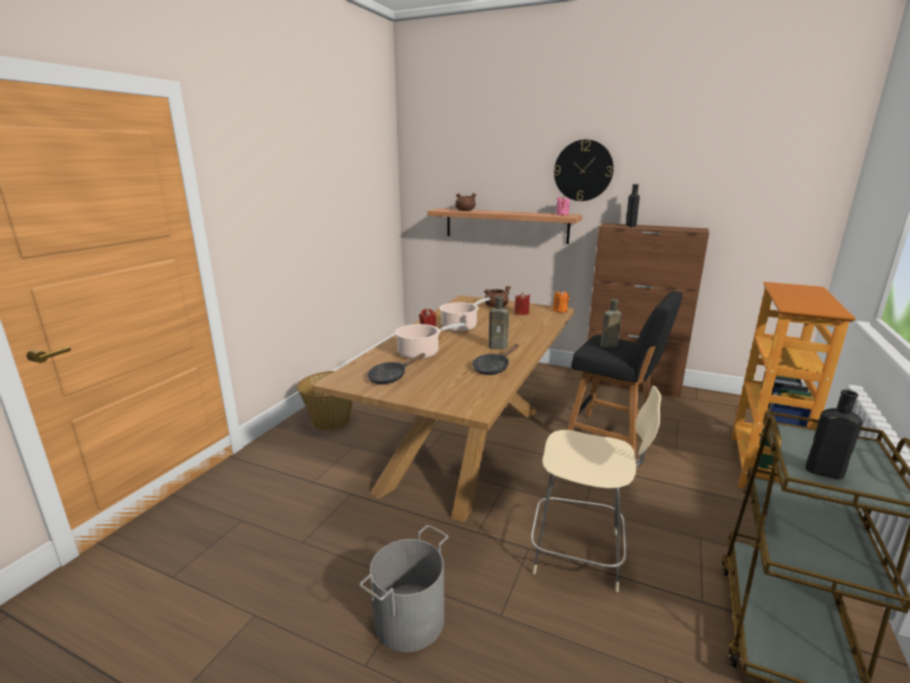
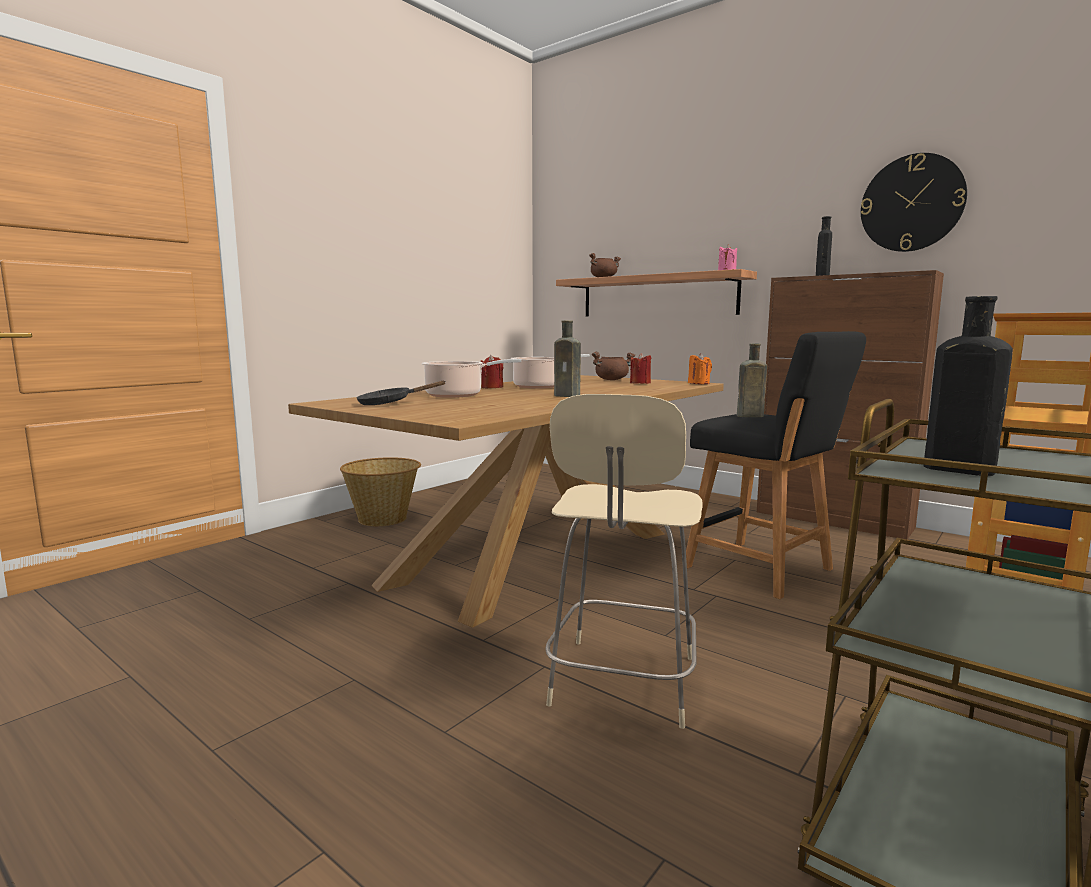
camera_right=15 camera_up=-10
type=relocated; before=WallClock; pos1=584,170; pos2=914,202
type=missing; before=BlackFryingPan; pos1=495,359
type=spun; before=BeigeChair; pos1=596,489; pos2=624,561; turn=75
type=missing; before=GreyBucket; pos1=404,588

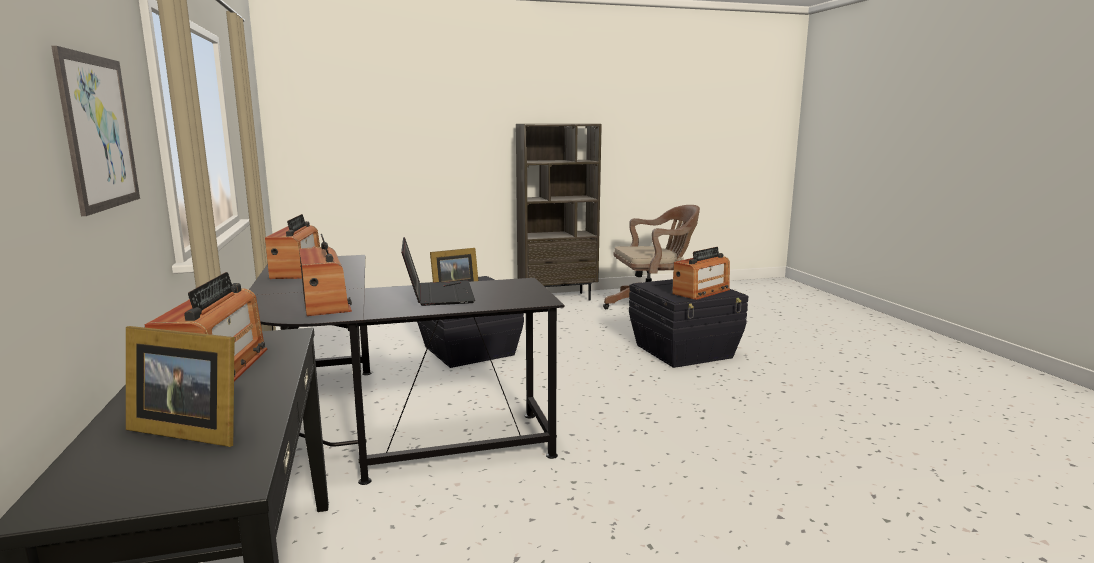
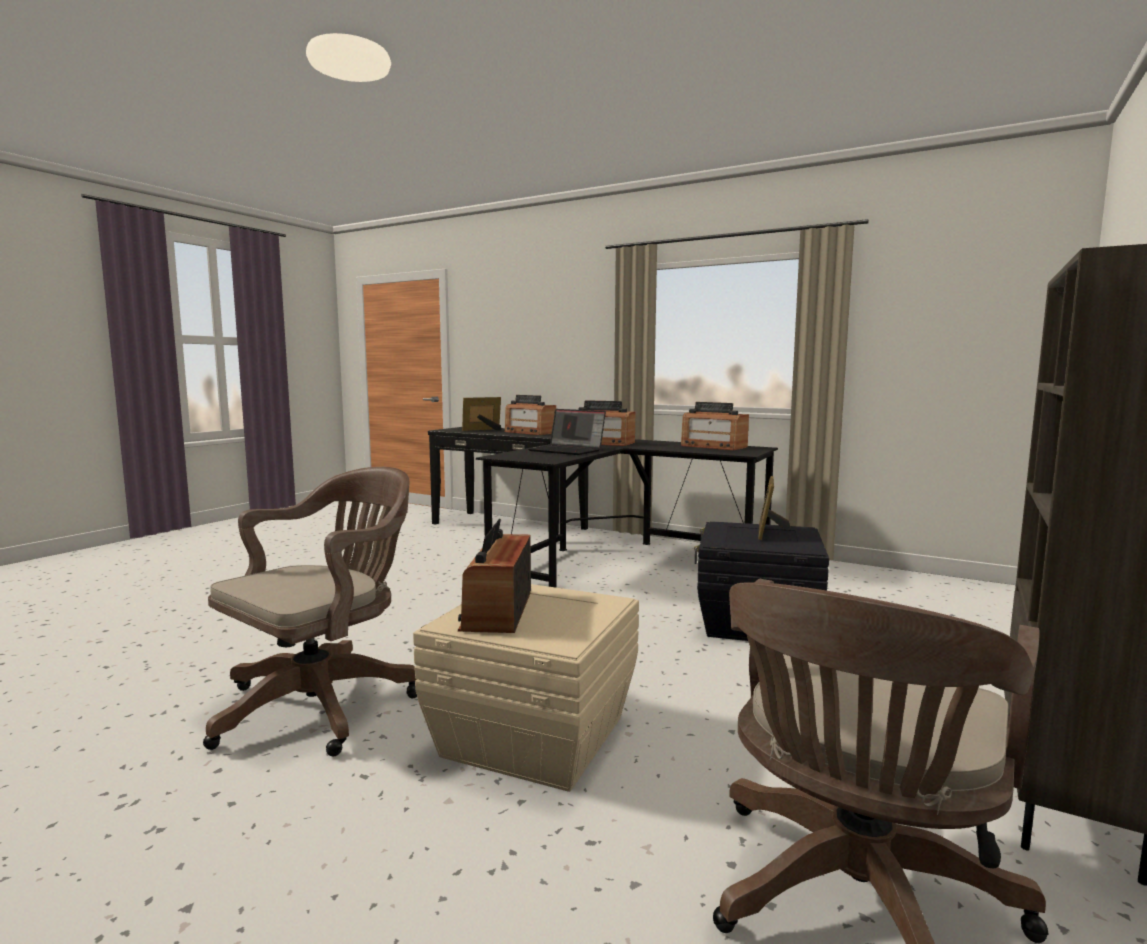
camera_right=135 camera_up=-5
type=missing; before=Picture; pos1=95,131
type=colour; before=BlackStorageBox; after=BeigeStorageBox; pos1=688,323; pos2=526,688
type=appeared; after=BrownOfficeChair; pos2=310,612

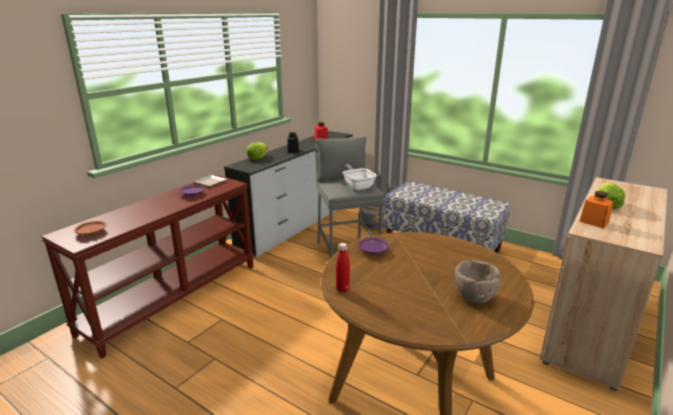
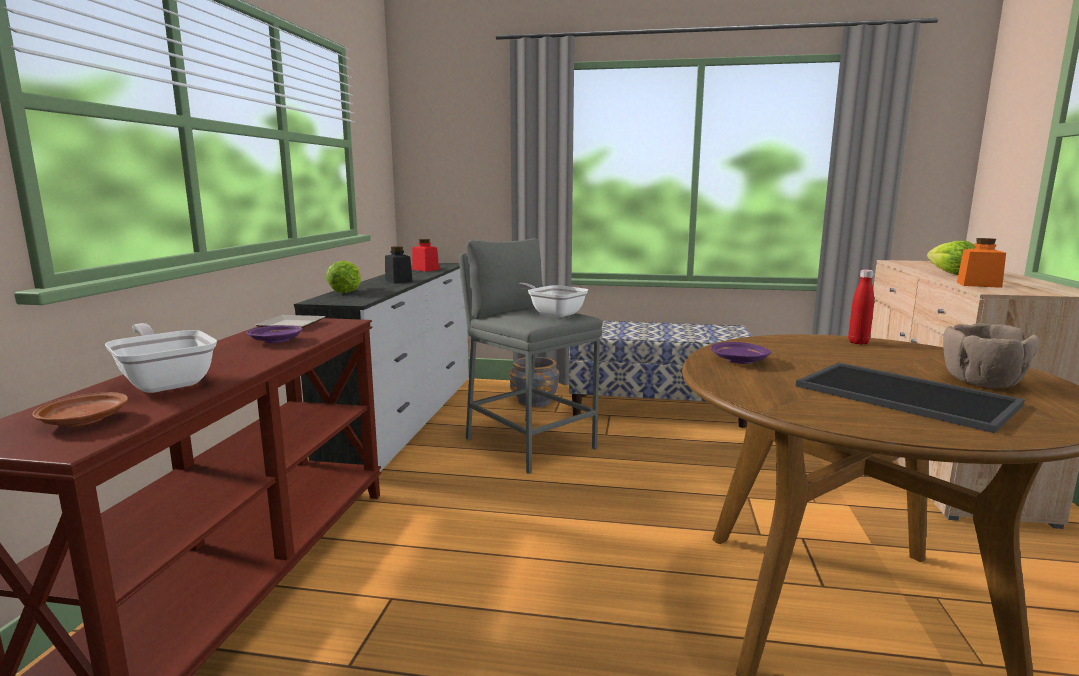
camera_right=-25 camera_up=-10
type=relocated; before=RedBottle; pos1=343,267; pos2=861,307
type=appeared; after=FryingPan; pos2=161,358
type=appeared; after=Tray; pos2=910,397

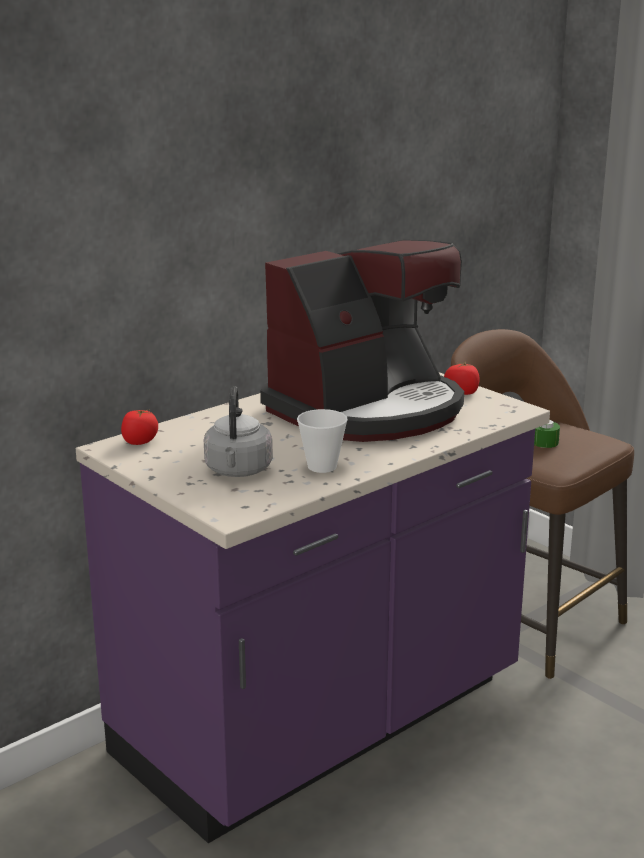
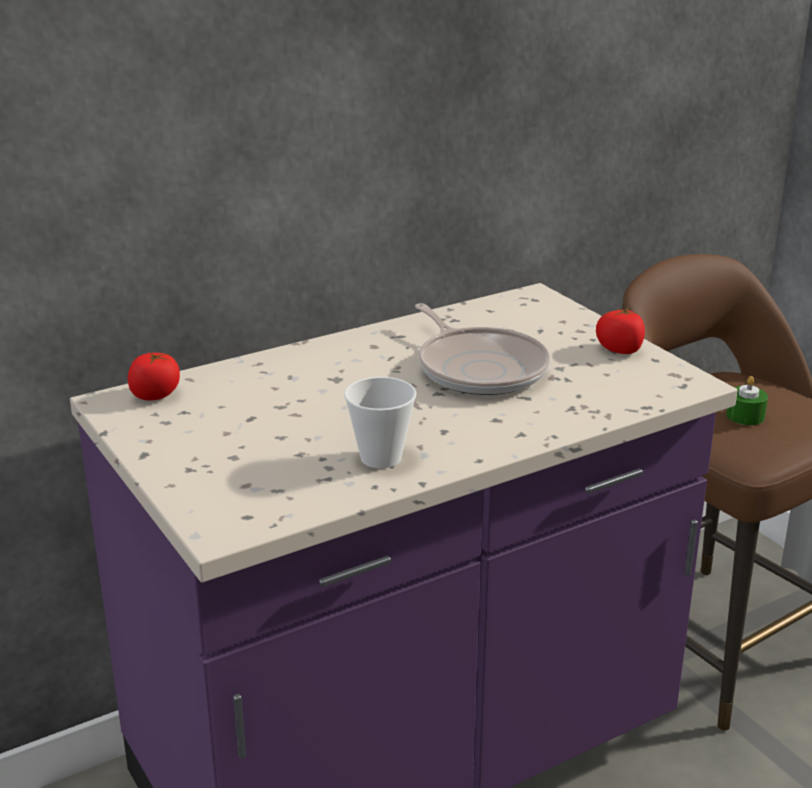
camera_right=10 camera_up=5
type=exchanged; before=CoffeeMachine; after=FryingPan; pos1=362,341; pos2=482,349
type=missing; before=GreyKettle; pos1=238,431

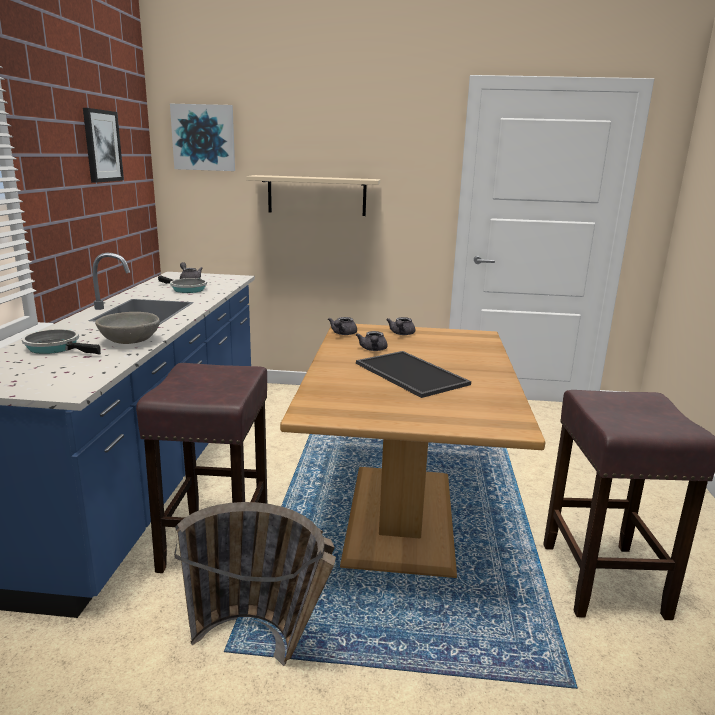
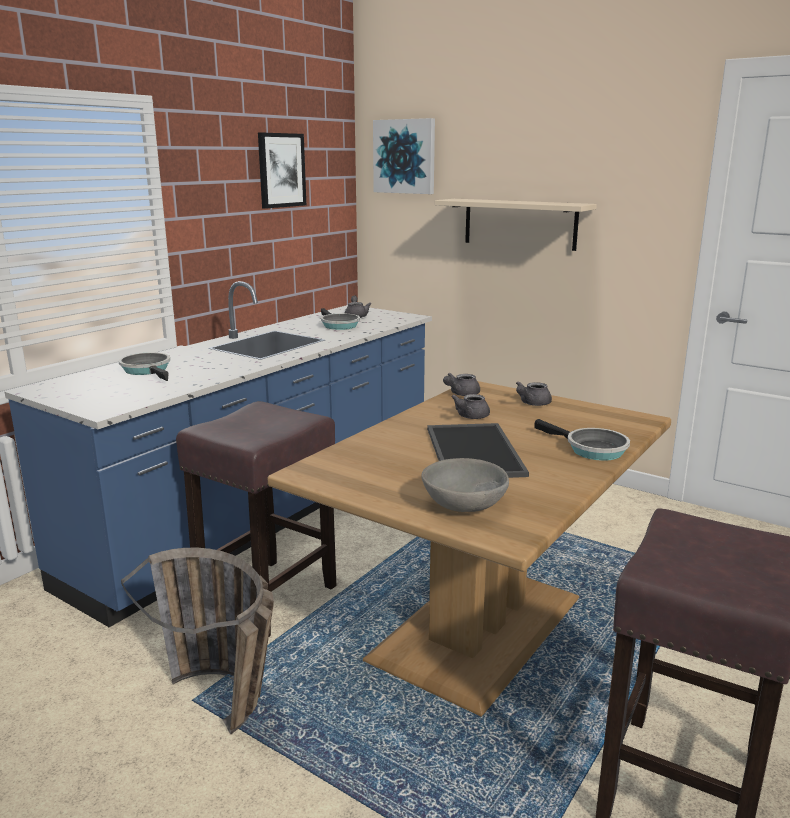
camera_right=30 camera_up=0
type=relocated; before=GreyBowl; pos1=127,328; pos2=465,485
type=appeared; after=FryingPan; pos2=582,440

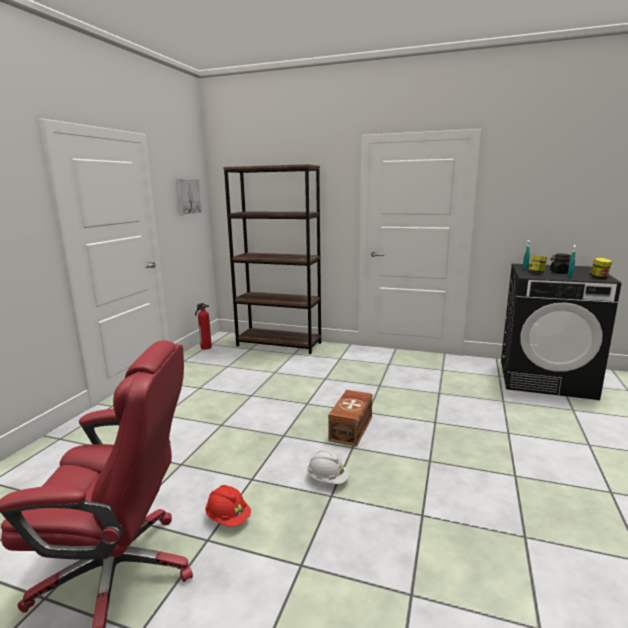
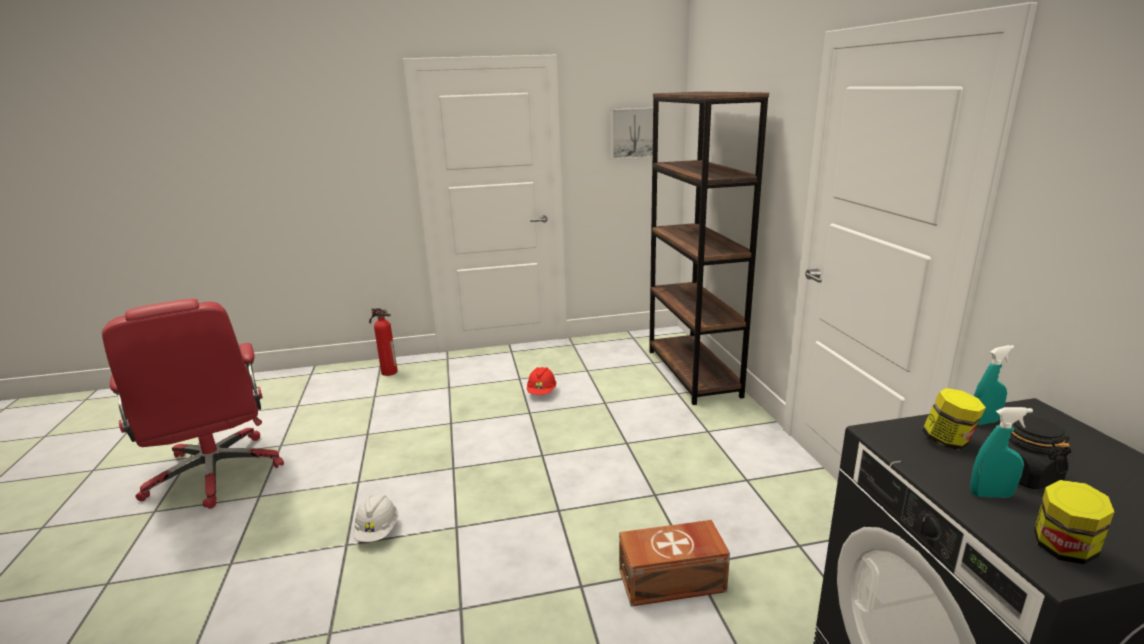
camera_right=60 camera_up=5
type=relocated; before=FireExtinguisher; pos1=203,326; pos2=383,342
type=relocated; before=BrownStorageBox; pos1=350,418; pos2=674,563
type=relocated; before=RedHardHat; pos1=228,506; pos2=541,381

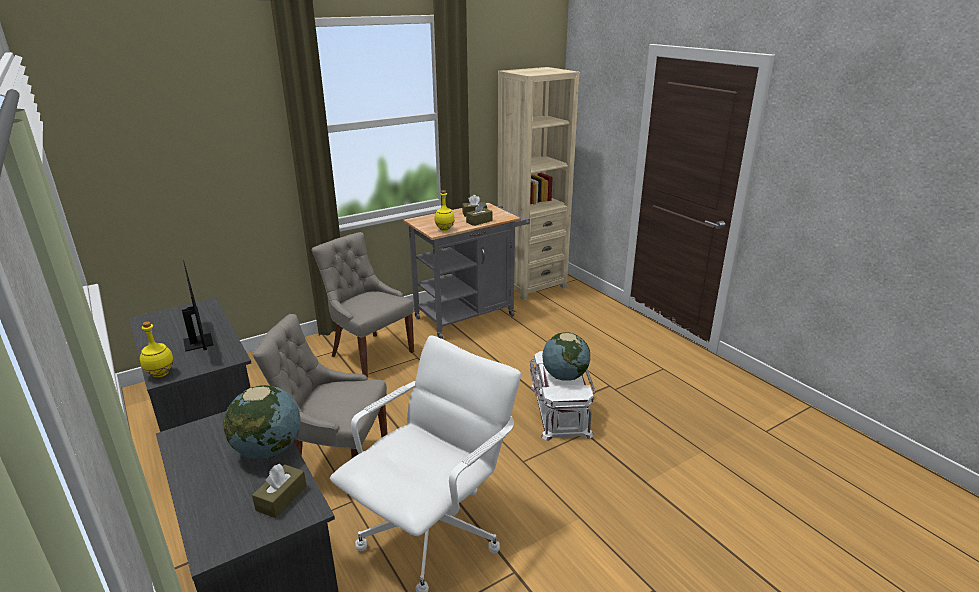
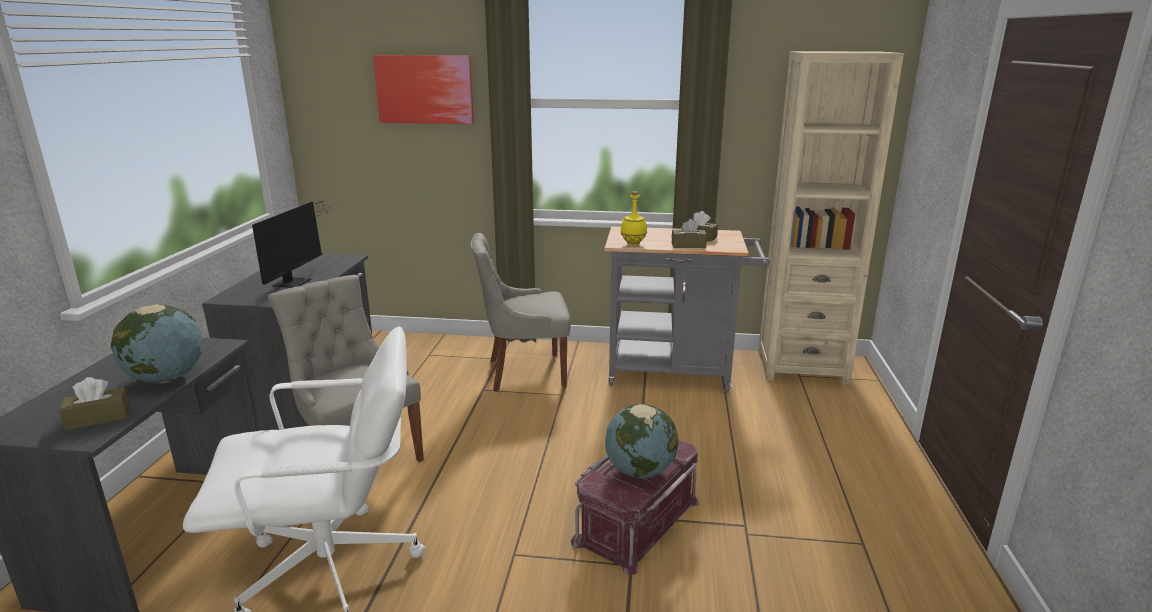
camera_right=40 camera_up=-5
type=spun; before=GreyChair; pos1=363,304; pos2=521,312; turn=-90
type=missing; before=YellowBottle; pos1=157,349
type=colour; before=WhiteStorageBox; after=RedStorageBox; pos1=562,396; pos2=635,507
type=appeared; after=Picture; pos2=423,89

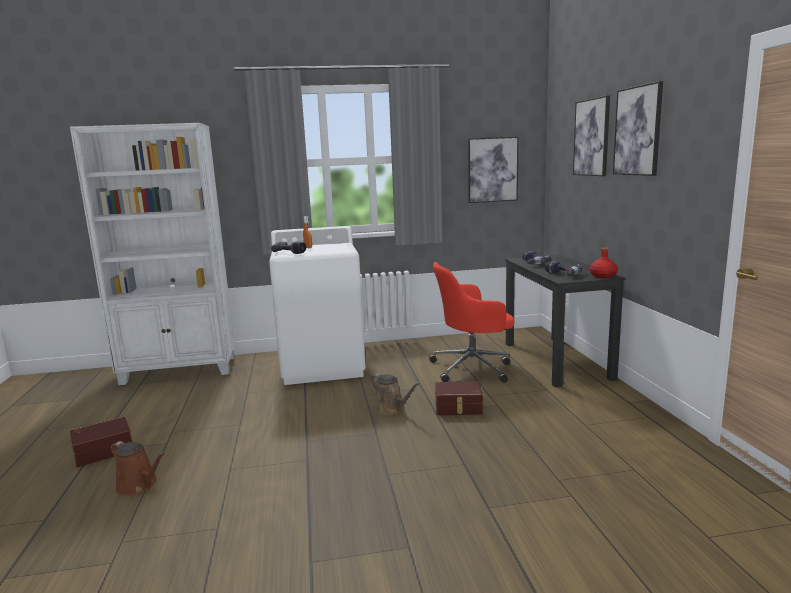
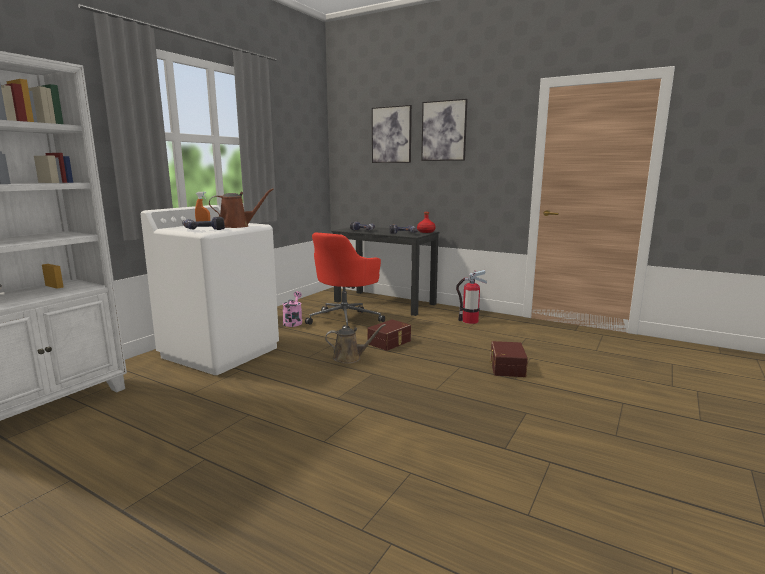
camera_right=-50 camera_up=0
type=missing; before=Picture; pos1=493,170
type=relocated; before=BrownStorageBox; pos1=101,442; pos2=509,359
type=relocated; before=BrownWateringCan; pos1=138,468; pos2=241,208
type=appeared; after=FireExtinguisher; pos2=471,297
type=appeared; after=PinkWateringCan; pos2=292,309

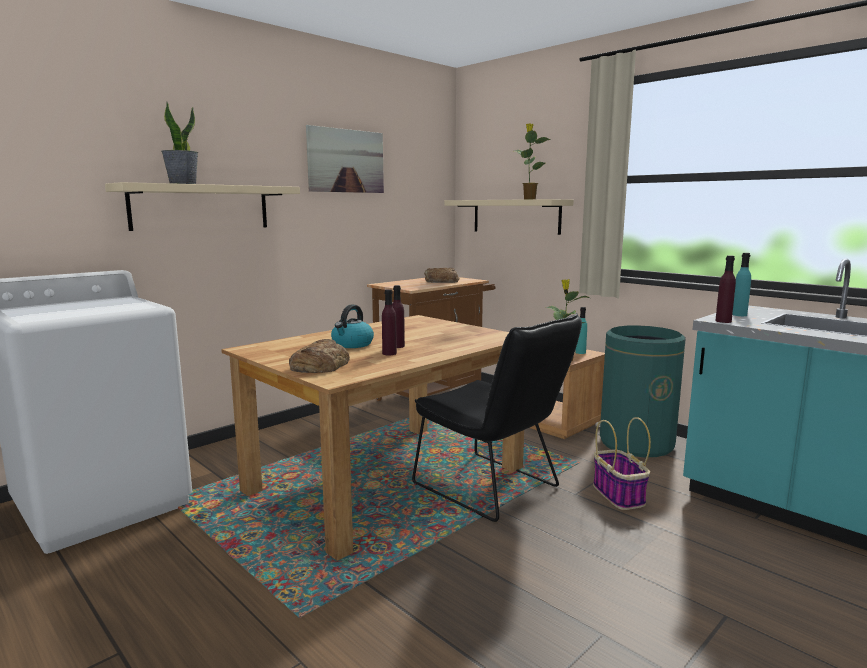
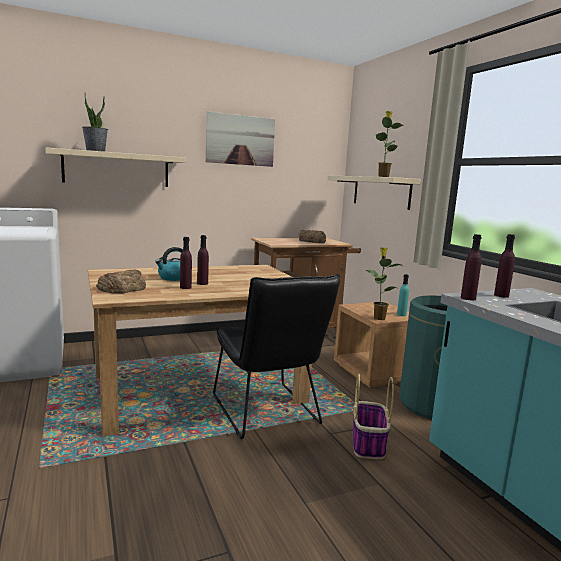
camera_right=20 camera_up=0
type=colour; before=TurquoiseBottle; after=PurpleBottle; pos1=741,284; pos2=504,266

